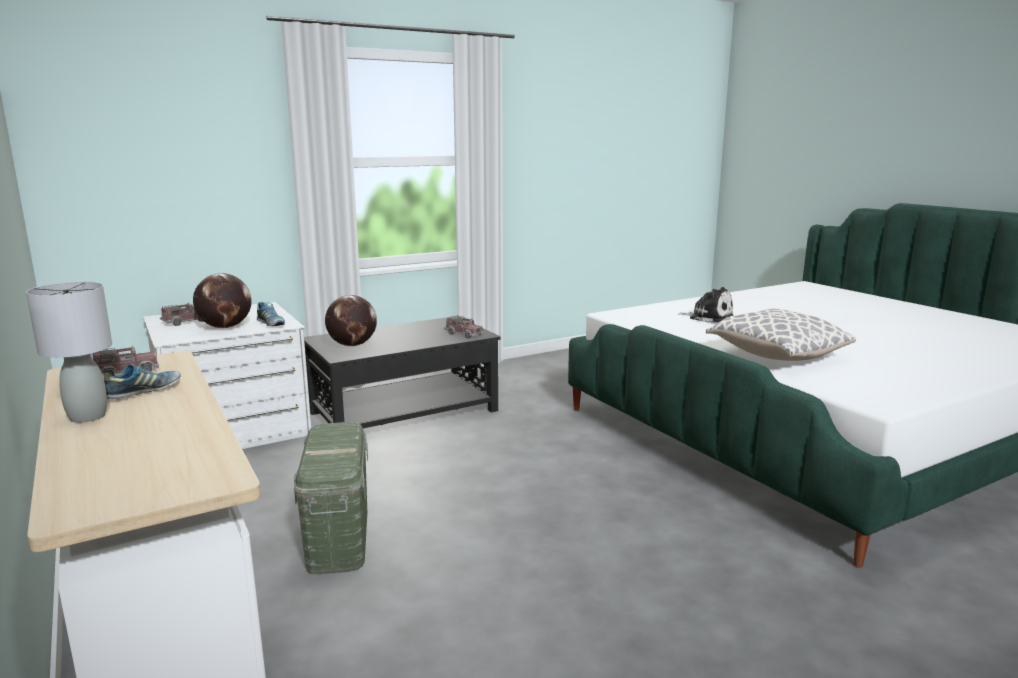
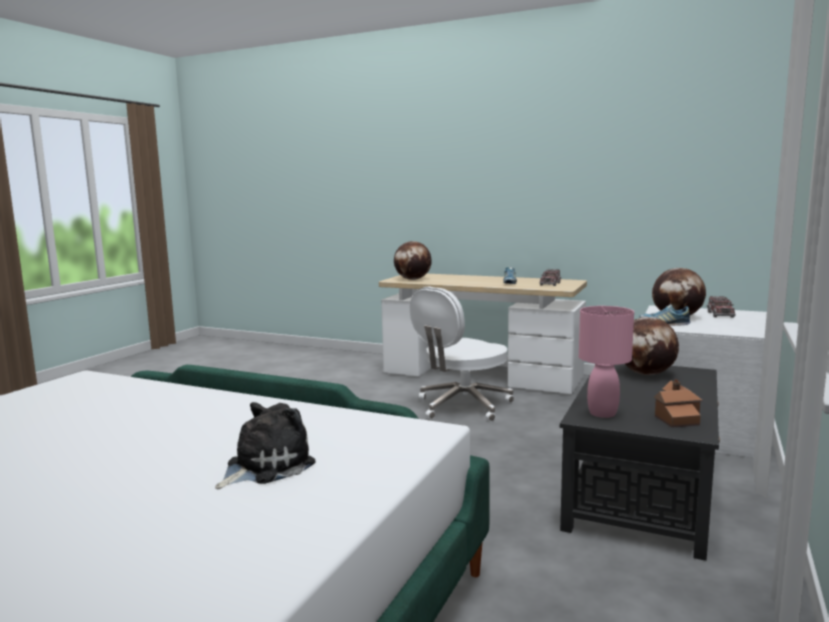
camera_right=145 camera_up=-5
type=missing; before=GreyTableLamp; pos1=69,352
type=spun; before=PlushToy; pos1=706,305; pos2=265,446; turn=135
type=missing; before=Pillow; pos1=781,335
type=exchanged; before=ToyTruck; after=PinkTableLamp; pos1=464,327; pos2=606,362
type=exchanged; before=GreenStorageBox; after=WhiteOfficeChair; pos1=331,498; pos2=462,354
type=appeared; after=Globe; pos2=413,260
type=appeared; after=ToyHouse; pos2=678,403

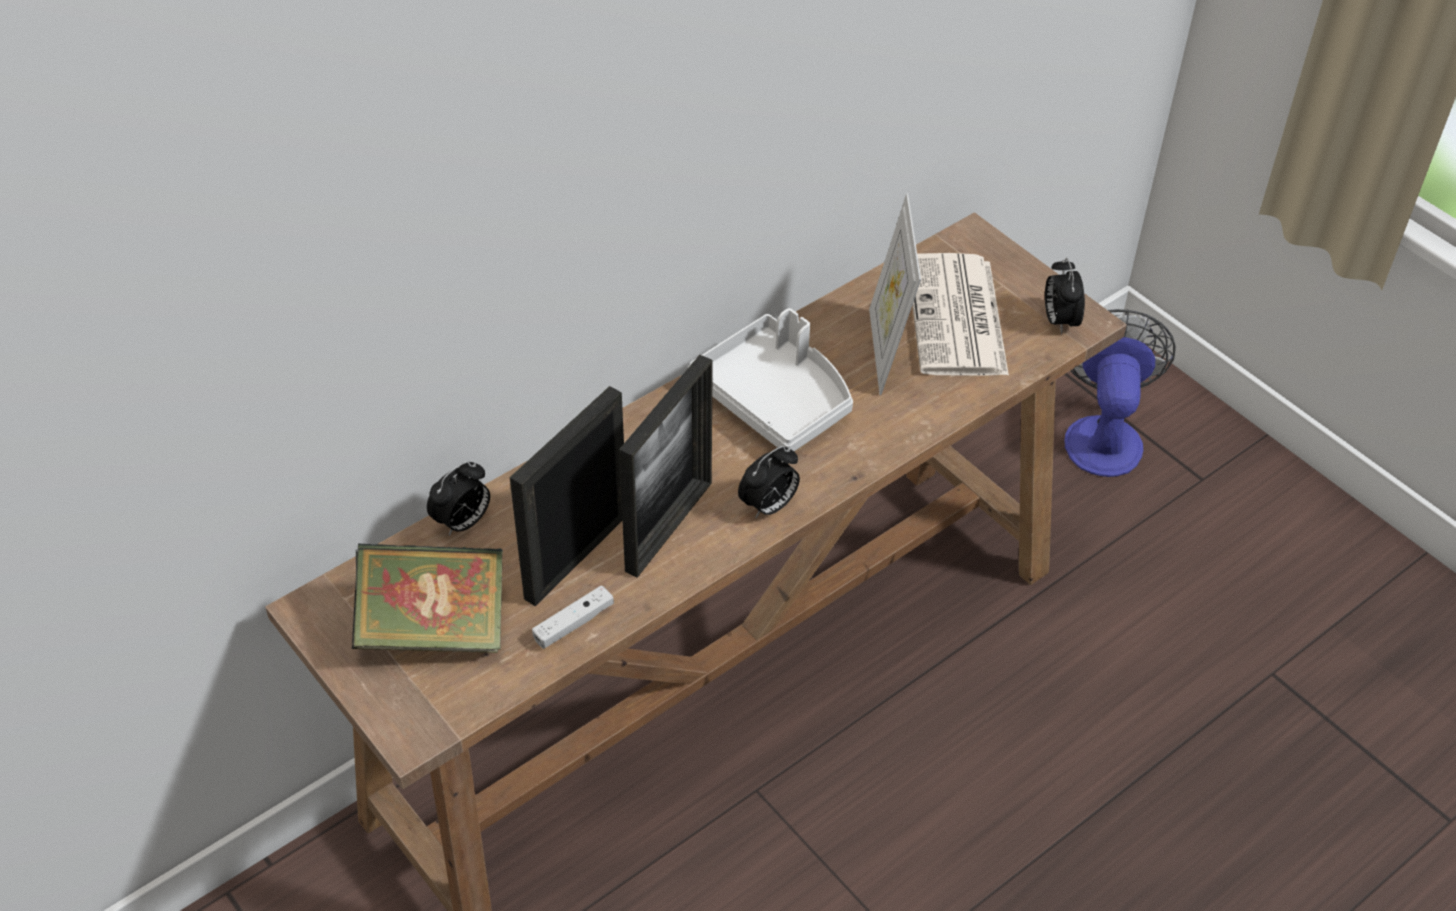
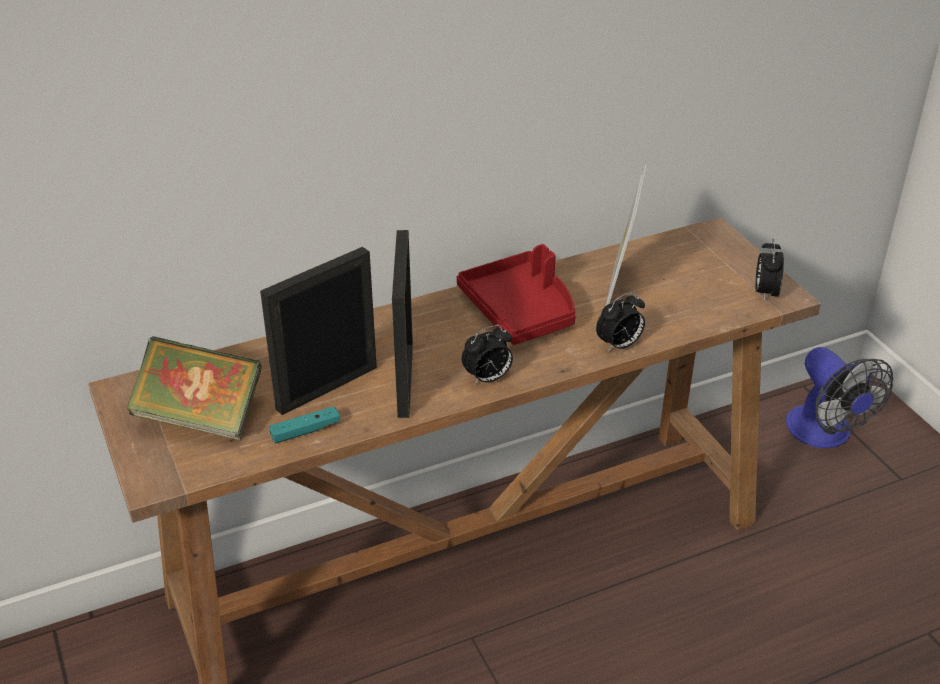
camera_right=15 camera_up=-10
type=missing; before=Newspaper; pos1=960,314
type=colour; before=WhiteTray; after=RedTray; pos1=770,379; pos2=516,294
type=spun; before=Fan; pos1=1120,393; pos2=839,397; turn=135
type=spun; before=PictureFrame; pos1=666,466; pos2=402,324; turn=-45
type=relocated; before=AlarmClock; pos1=458,498; pos2=620,322
type=colour; before=WhiteGameController; after=TurquoiseGameController; pos1=573,617; pos2=304,424

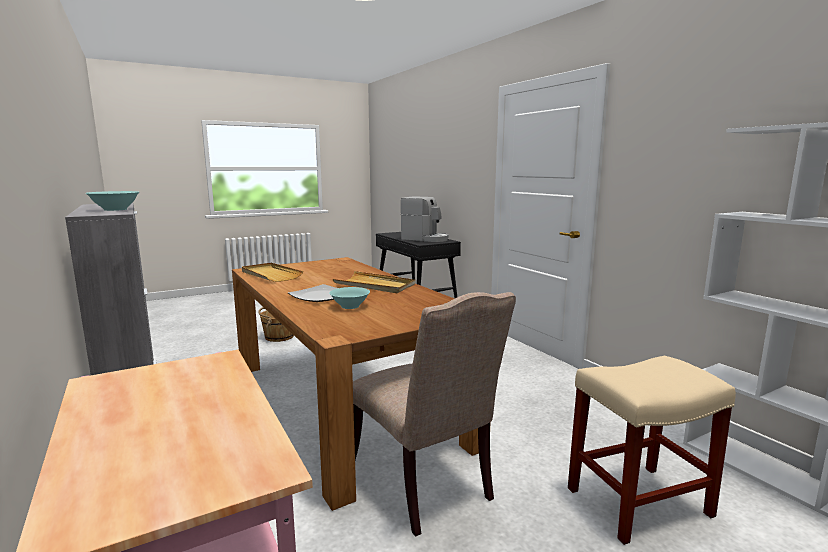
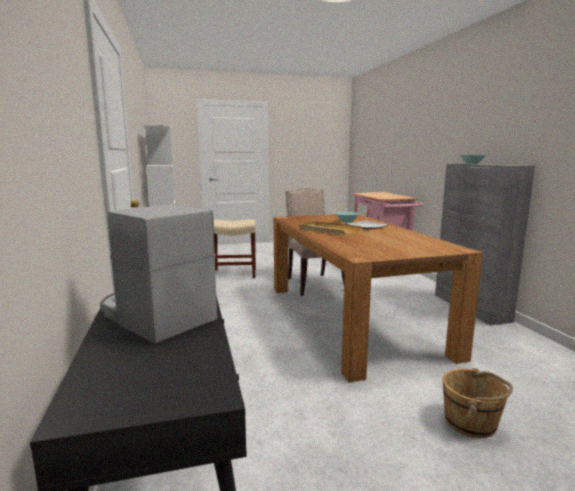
camera_right=-165 camera_up=0
type=missing; before=BeigeTray; pos1=272,272

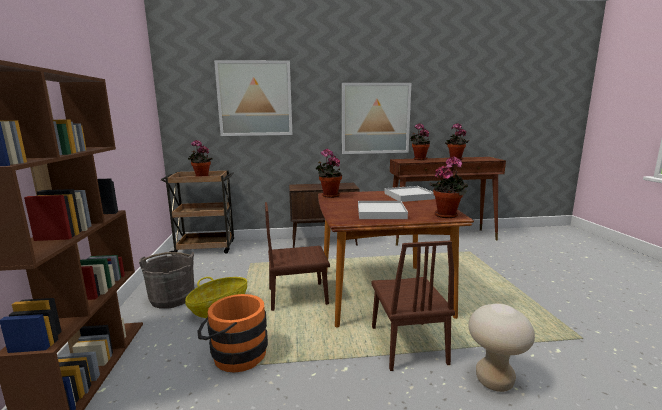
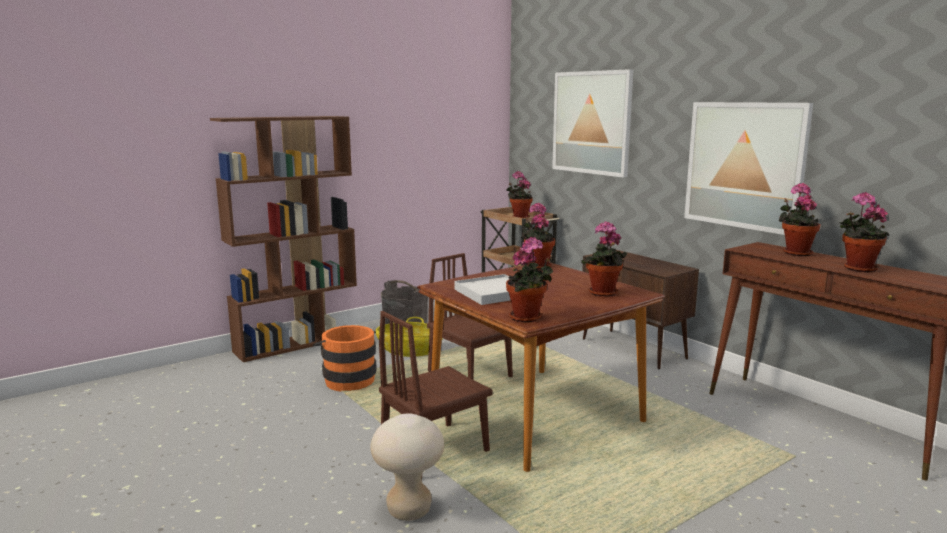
camera_right=60 camera_up=0
type=exchanged; before=WhiteTray; after=PottedPlant; pos1=409,194; pos2=604,259

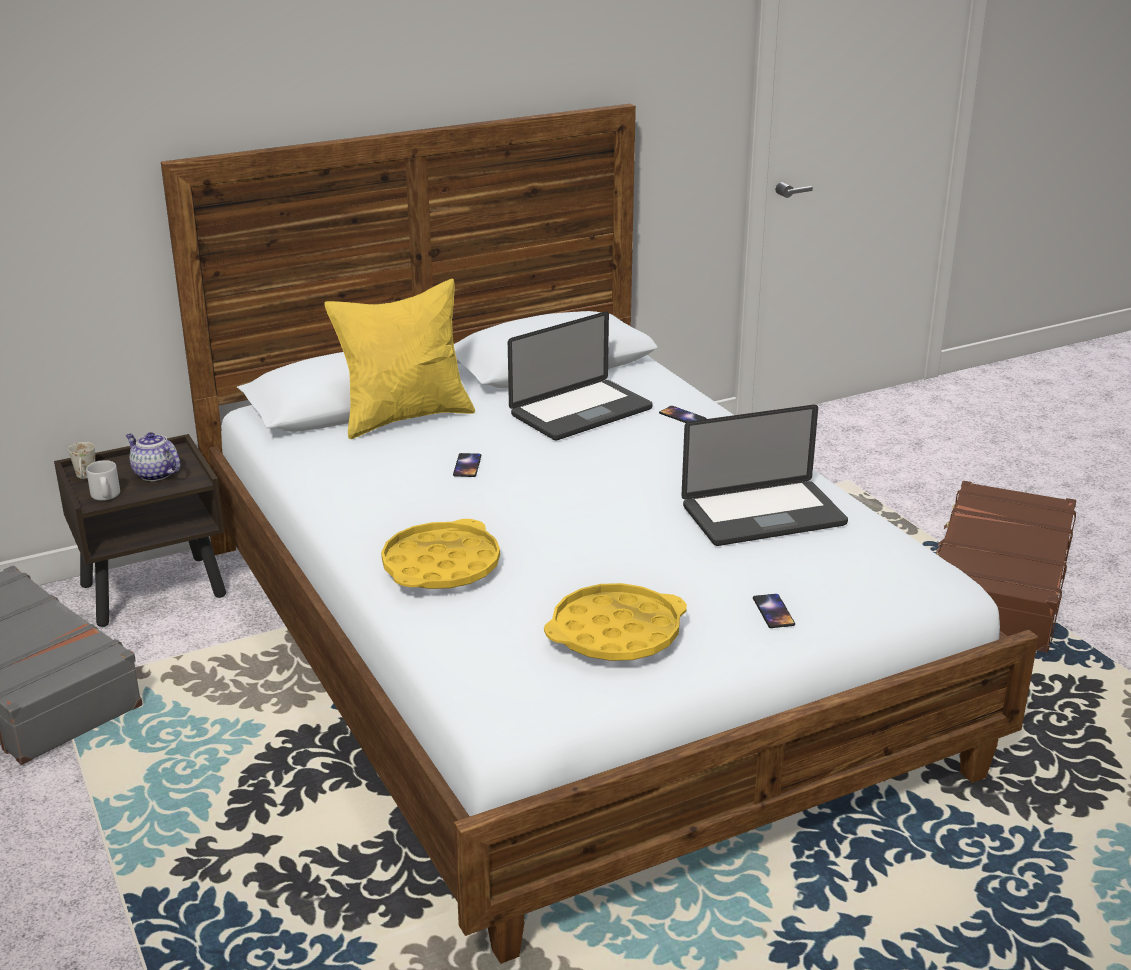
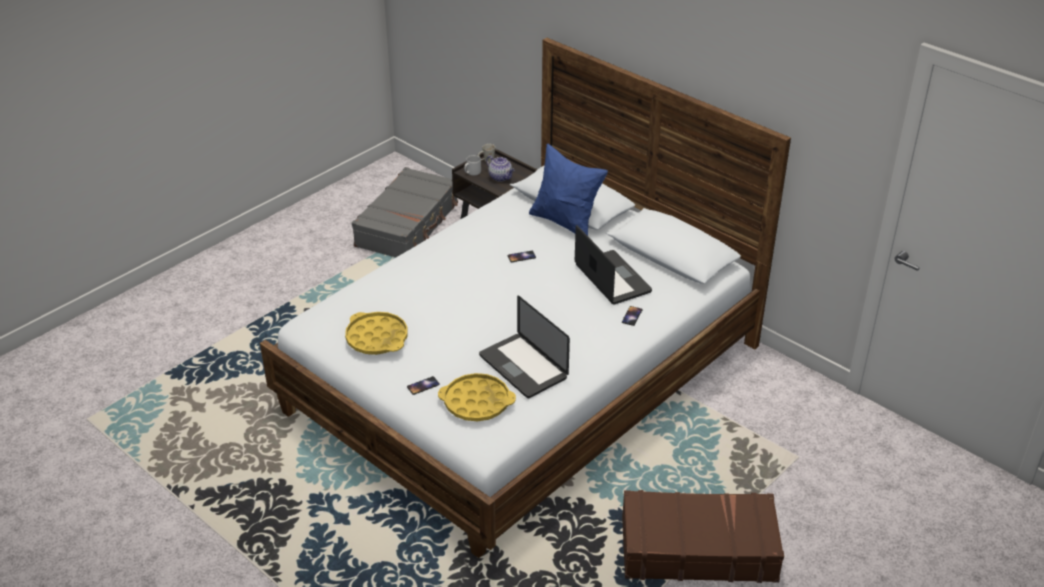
camera_right=70 camera_up=10
type=colour; before=YellowPillow; after=BluePillow; pos1=399,359; pos2=568,189
type=spun; before=Laptop; pos1=580,375; pos2=613,264; turn=-150
type=spun; before=Teapot; pos1=152,456; pos2=500,168; turn=120
type=relocated; before=YellowTray; pos1=440,554; pos2=477,397

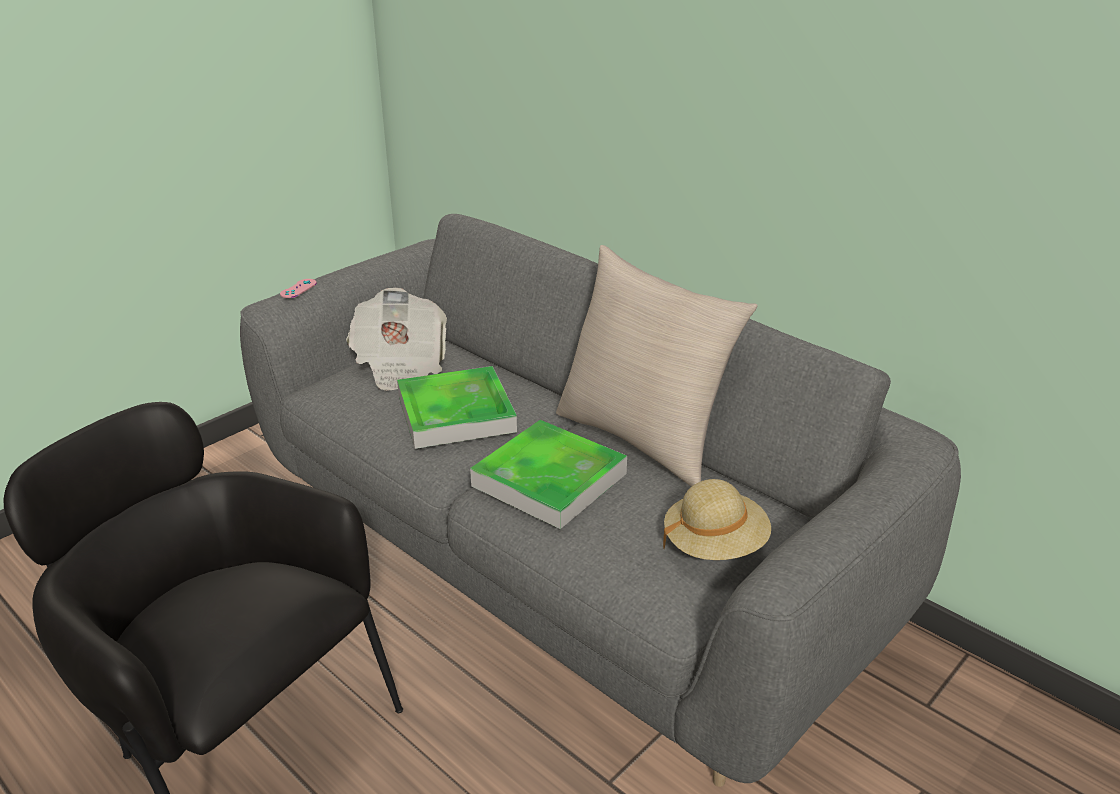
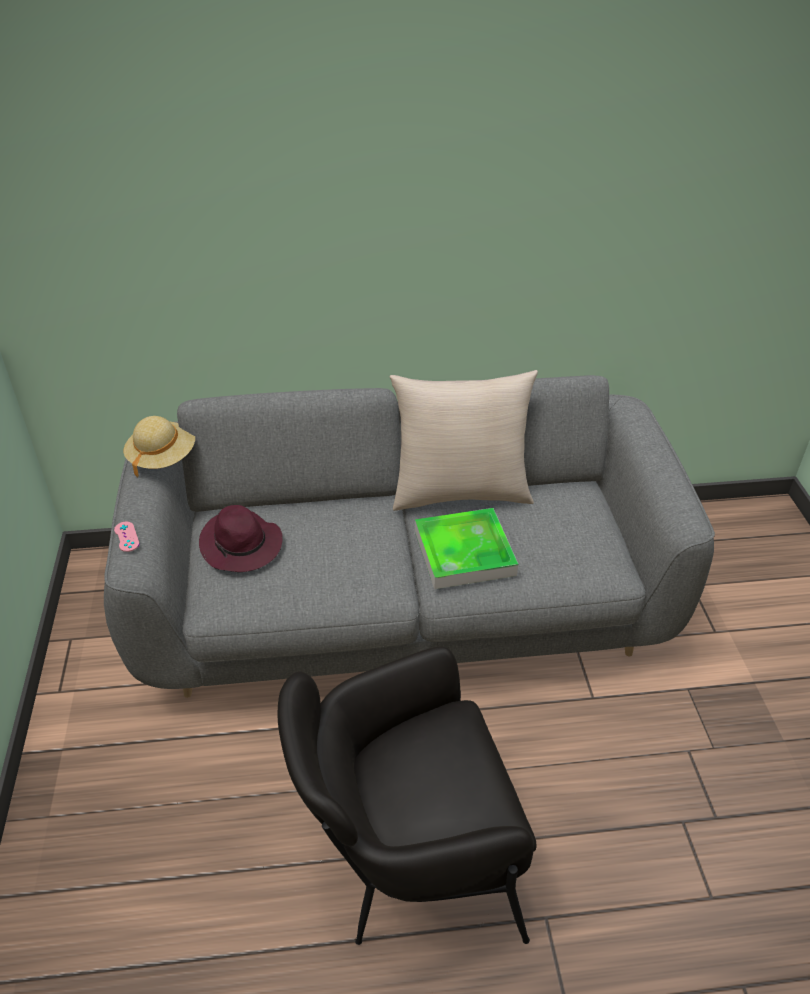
camera_right=-50 camera_up=10
type=exchanged; before=Newspaper; after=PurpleHat; pos1=396,339; pos2=241,538
type=missing; before=Tray; pos1=457,407
type=relocated; before=BeigeHat; pos1=717,519; pos2=159,446

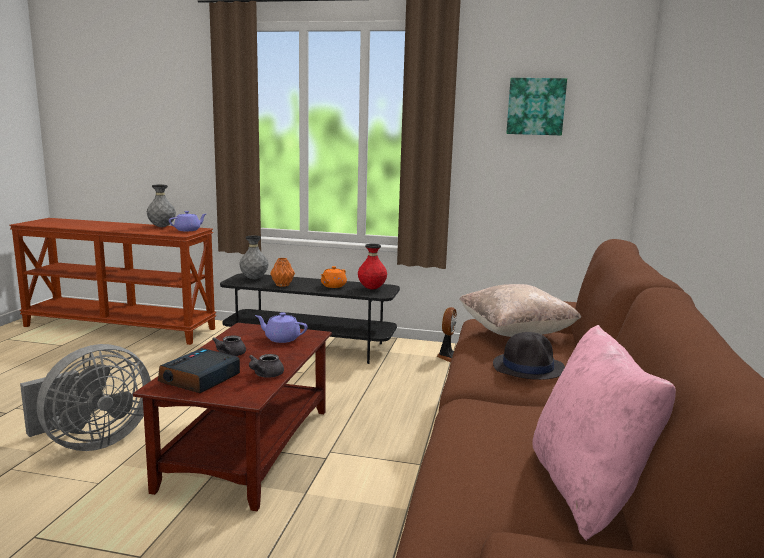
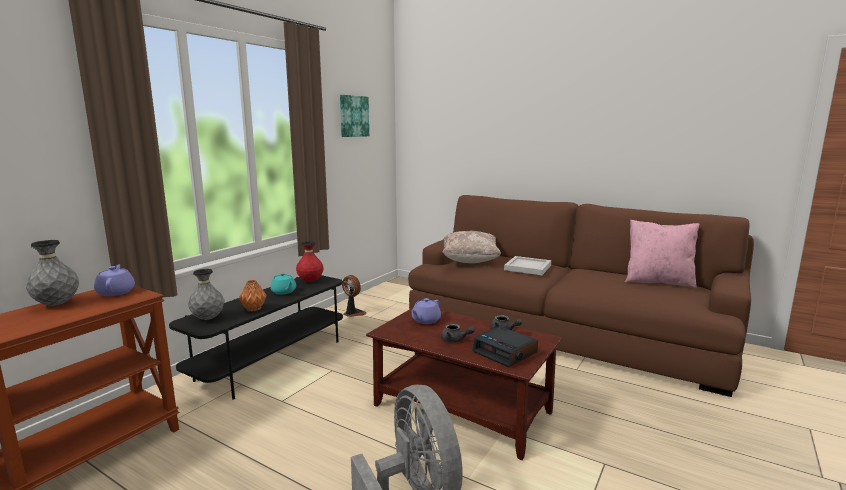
camera_right=-70 camera_up=0
type=colour; before=OrangeTeapot; after=TurquoiseTeapot; pos1=333,277; pos2=283,284
type=exchanged; before=BlackHat; after=WhiteTray; pos1=529,356; pos2=527,265

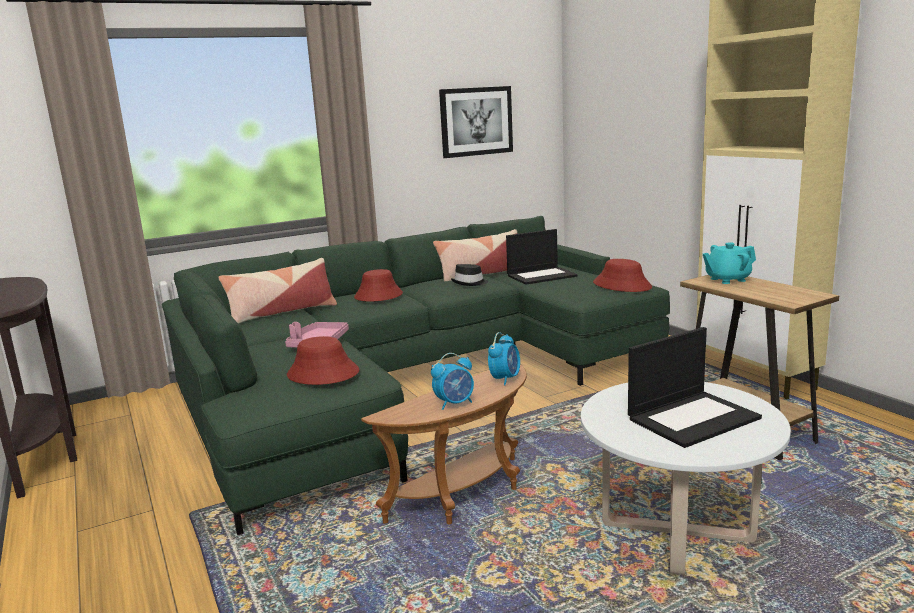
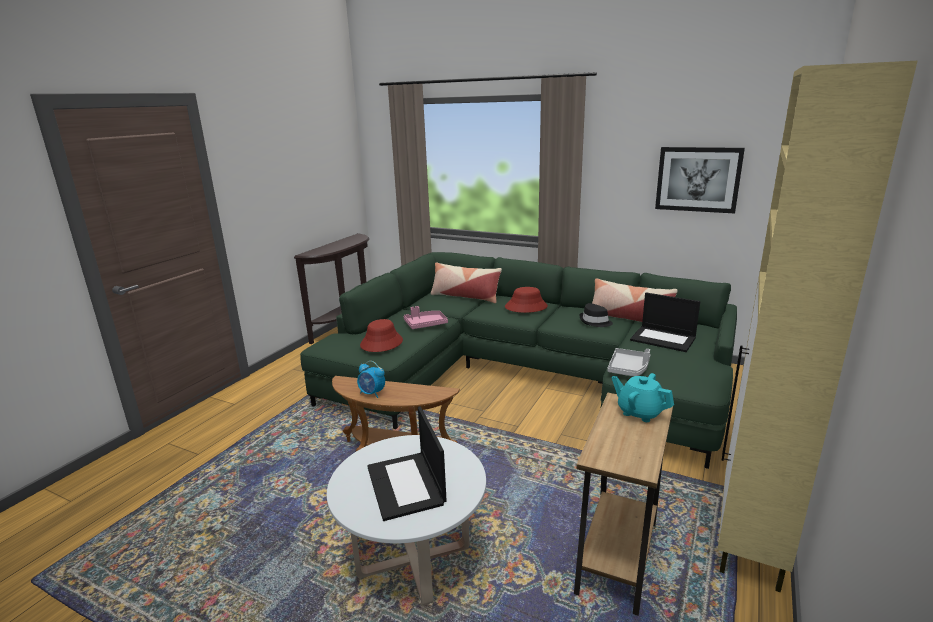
camera_right=55 camera_up=5
type=missing; before=RedHat; pos1=622,275
type=spun; before=Laptop; pos1=695,387; pos2=407,463; turn=45
type=missing; before=AlarmClock; pos1=504,358
type=appeared; after=GreyTray; pos2=628,362

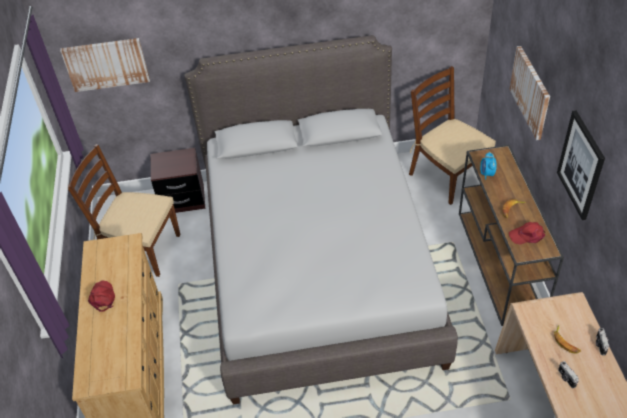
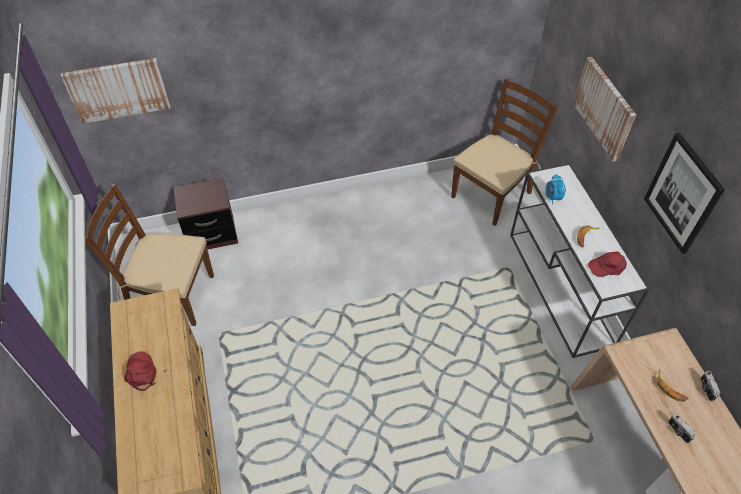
camera_right=-10 camera_up=5
type=missing; before=GreyBed; pos1=321,220
type=spun; before=BrownChair; pos1=452,135; pos2=504,152; turn=90
type=colour; before=BrownConsoleTable; after=WhiteConsoleTable; pos1=511,235; pos2=580,260

